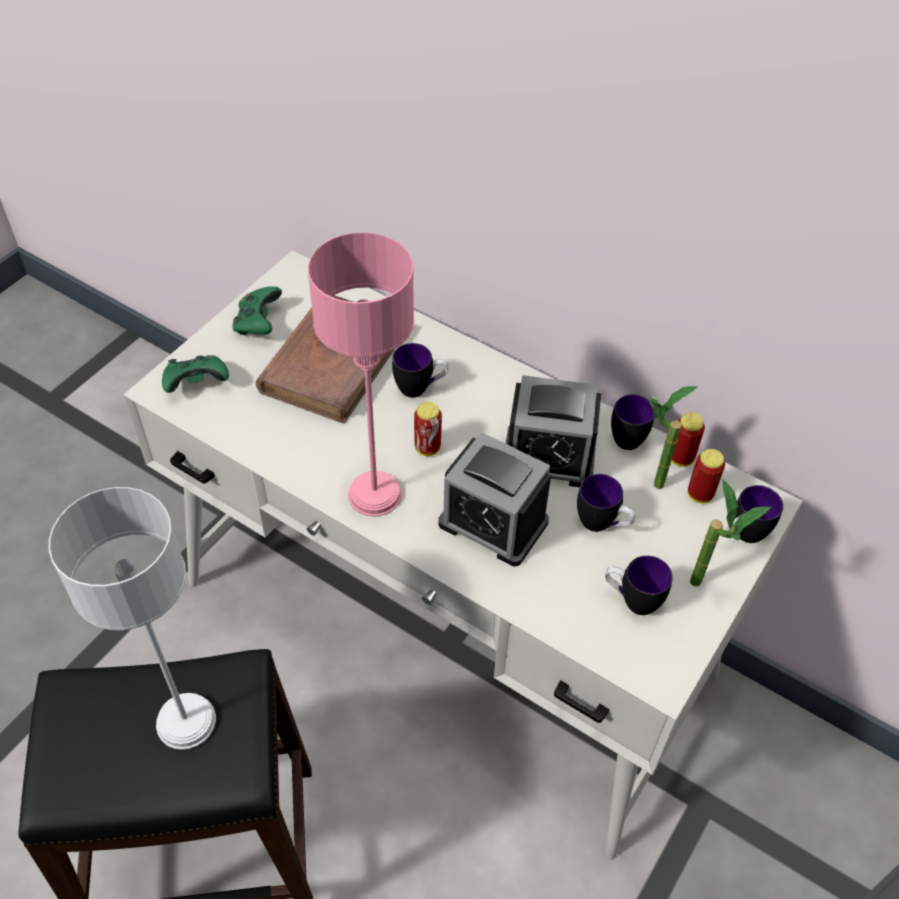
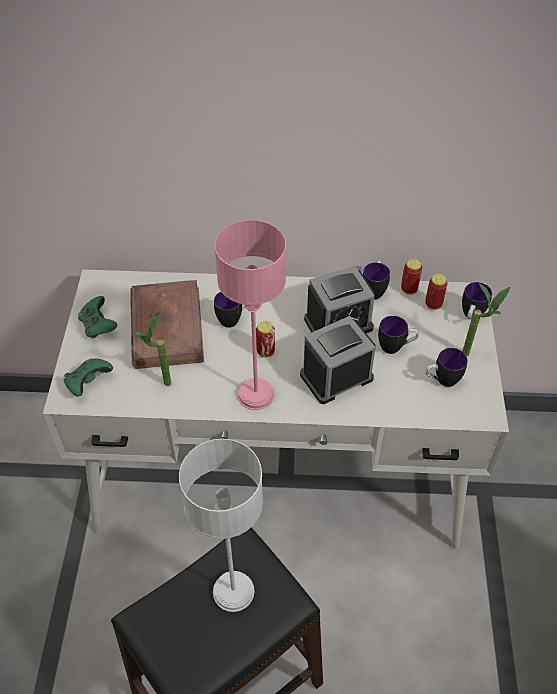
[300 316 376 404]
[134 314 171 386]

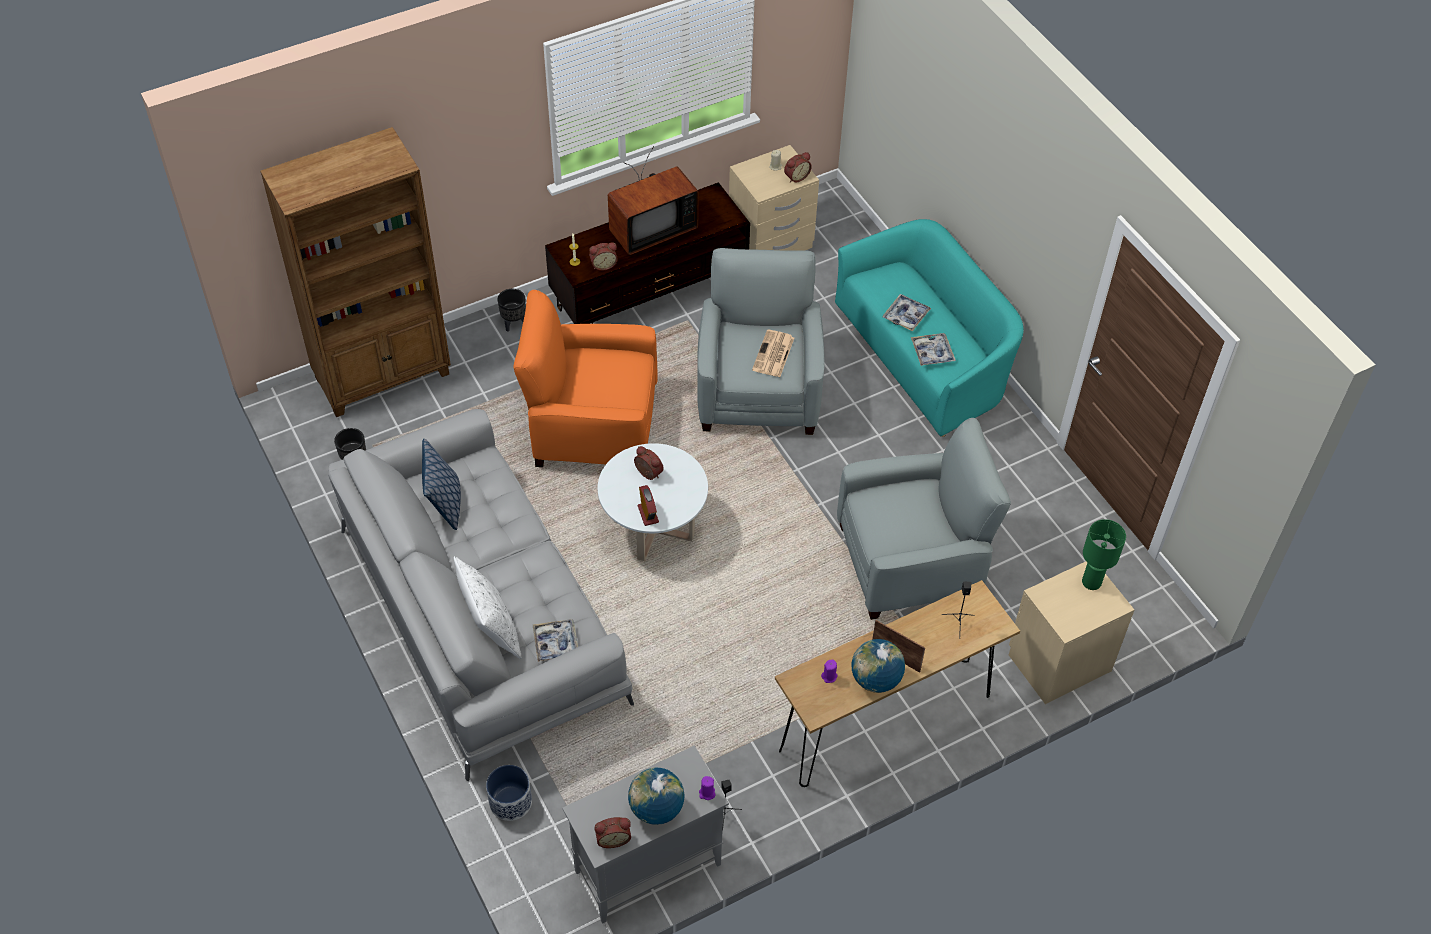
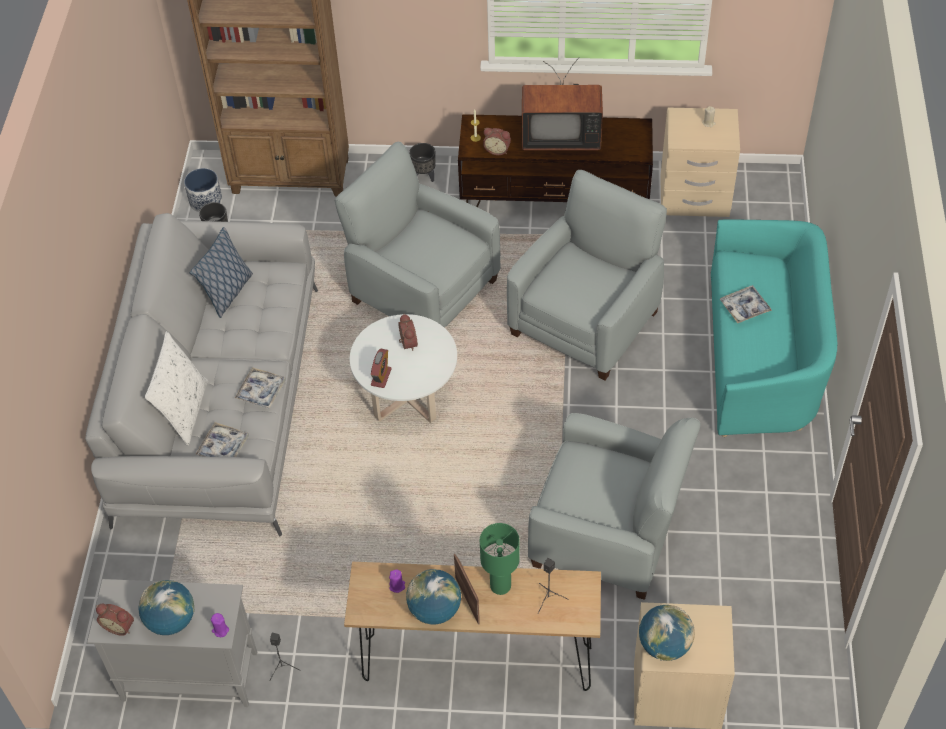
[184 168 222 212]
[335 142 501 328]
[752 330 794 377] (first image)
[784 152 812 183] (first image)
[235 367 286 409]
[480 523 520 595]
[639 605 695 661]

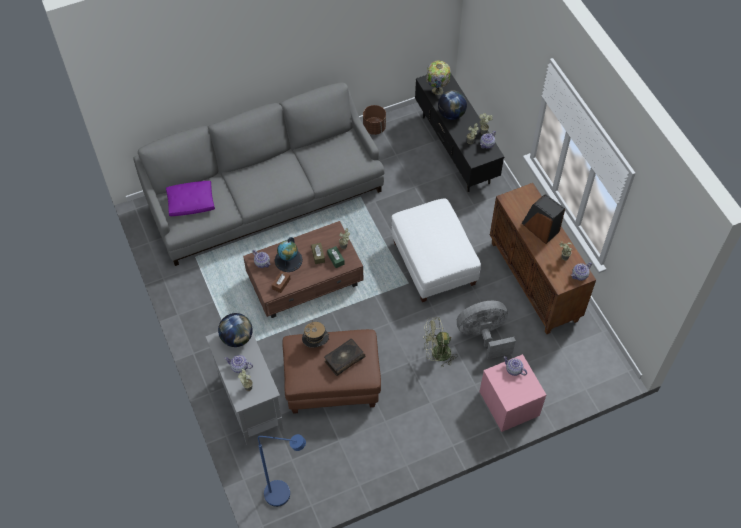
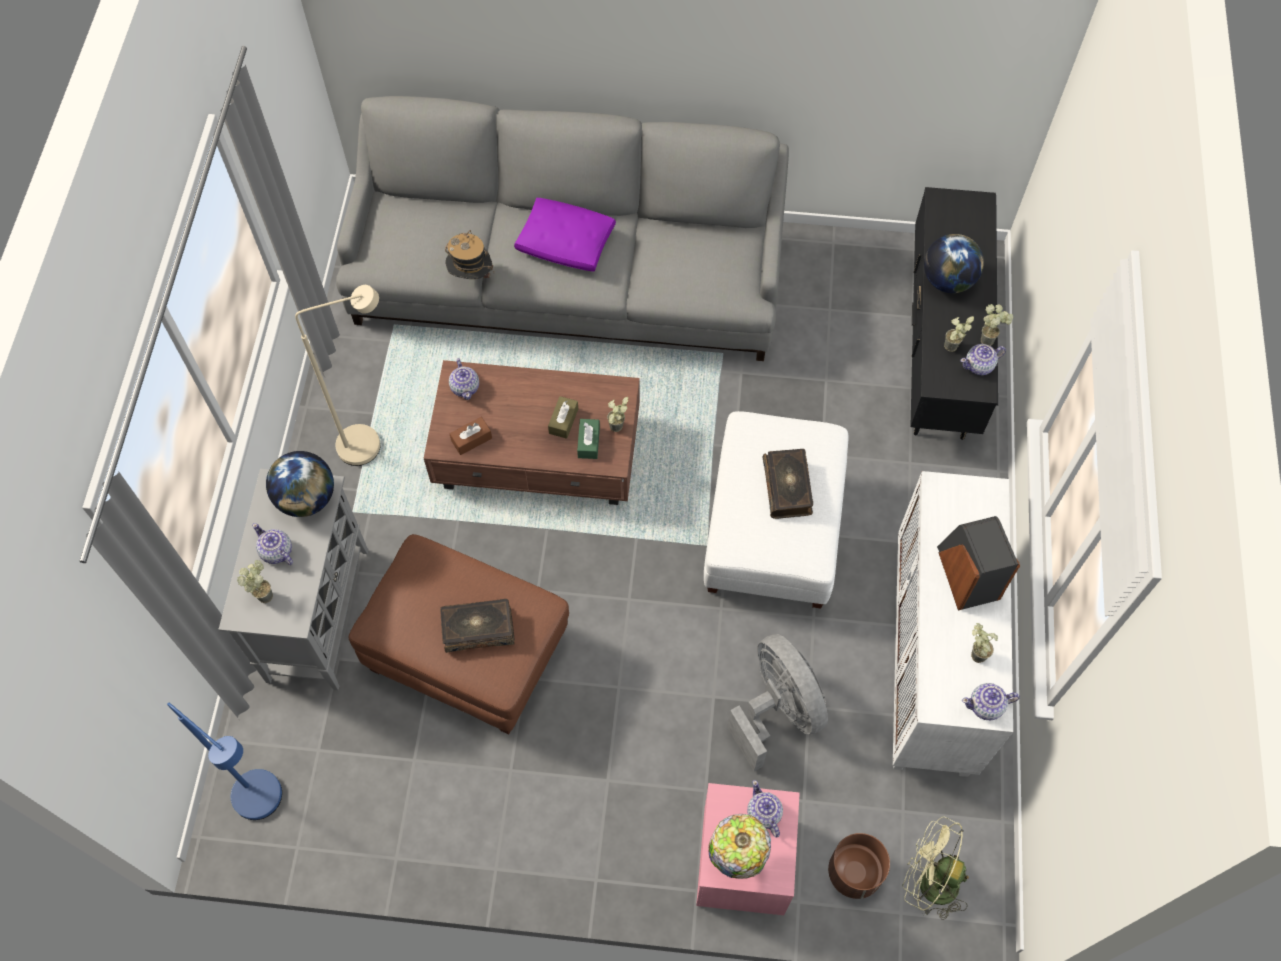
[514 198 616 271]
[275 237 303 272] (first image)
[445 230 494 279]
[828 833 890 899]
[902 817 969 920]
[708 814 771 879]
[727 634 828 771]
[893 471 1013 777]
[295 285 381 466]
[762 449 813 519]

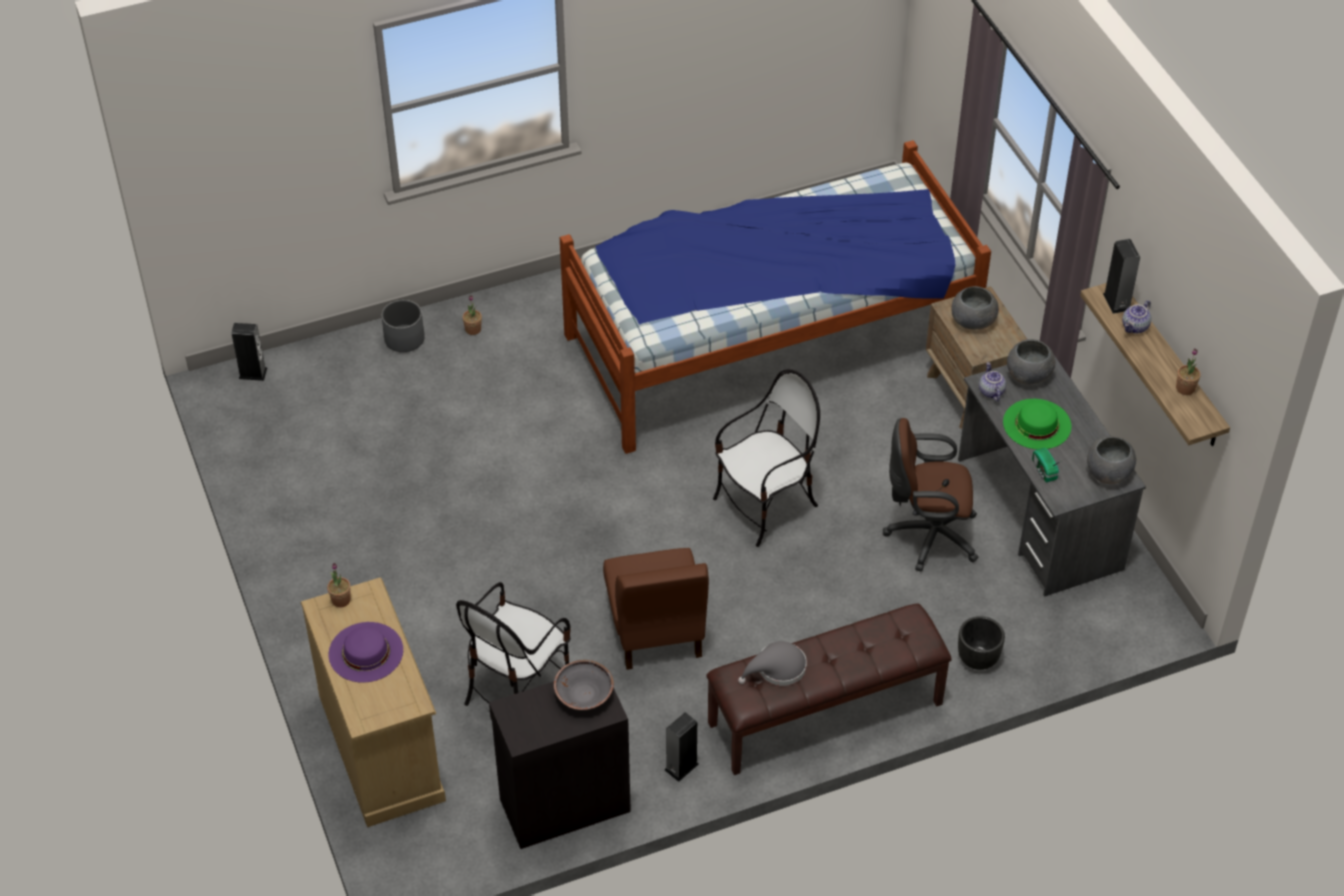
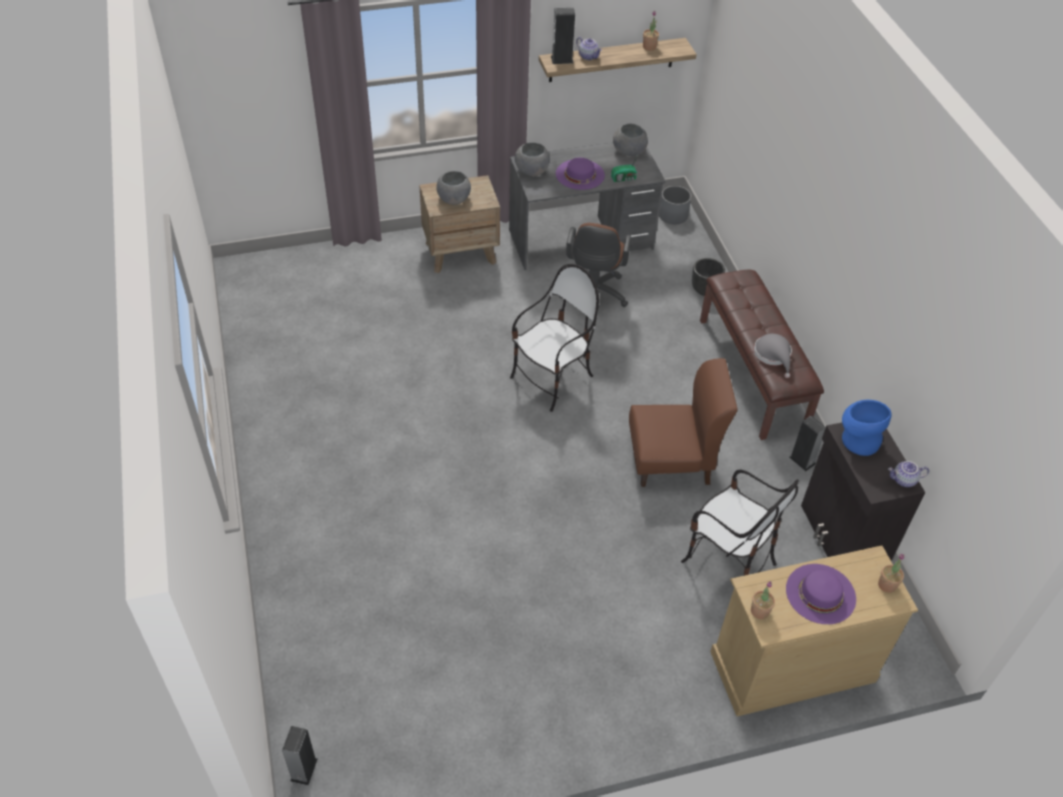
[659 186 691 224]
[878 554 904 593]
[842 400 891 456]
[560 140 991 454] (first image)
[510 264 599 412]
[888 461 929 487]
[556 158 605 190]

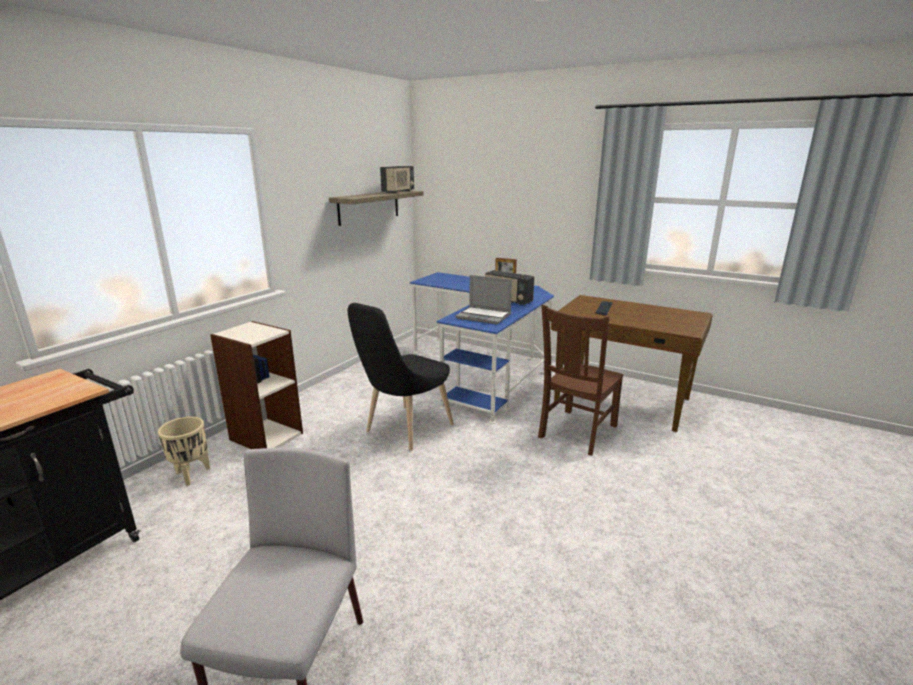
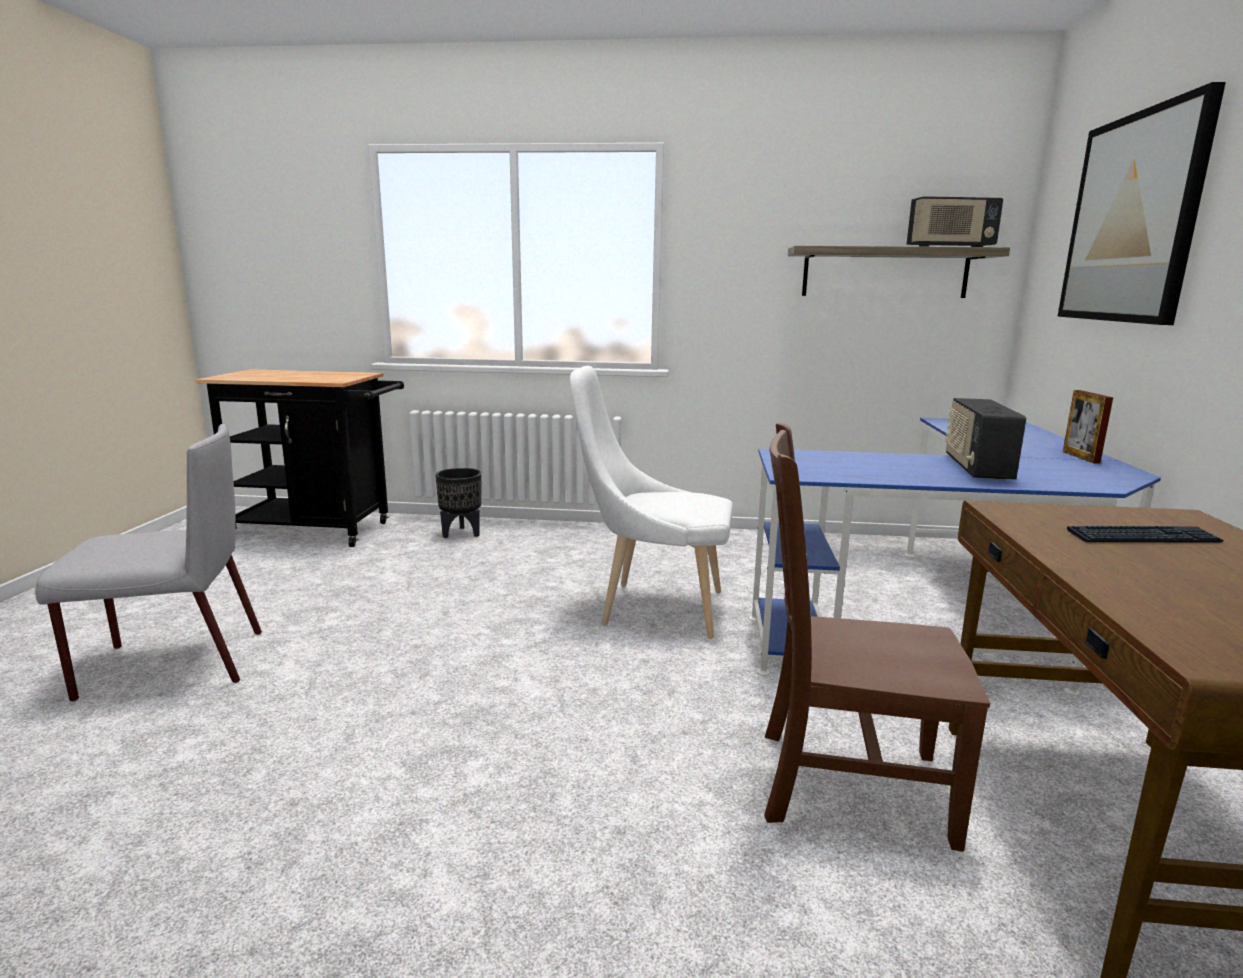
[435 468 482 538]
[210 321 303 449] (first image)
[570 366 733 639]
[456 275 512 324] (first image)
[1058 82 1226 325]

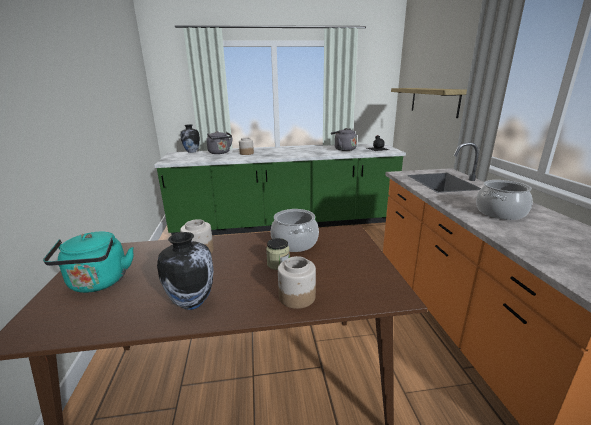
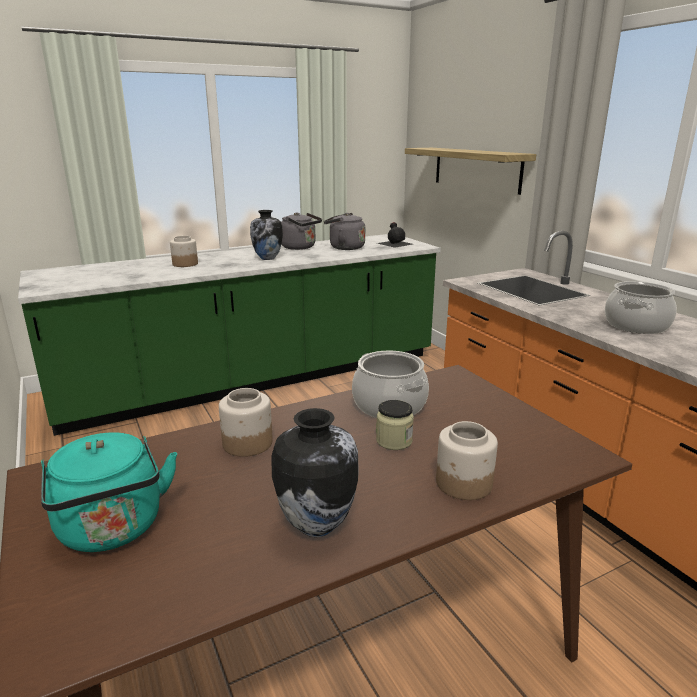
[250 210 283 260]
[281 212 322 250]

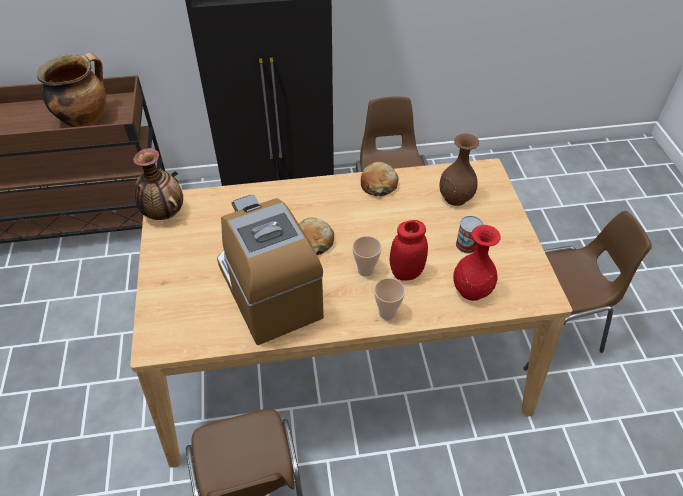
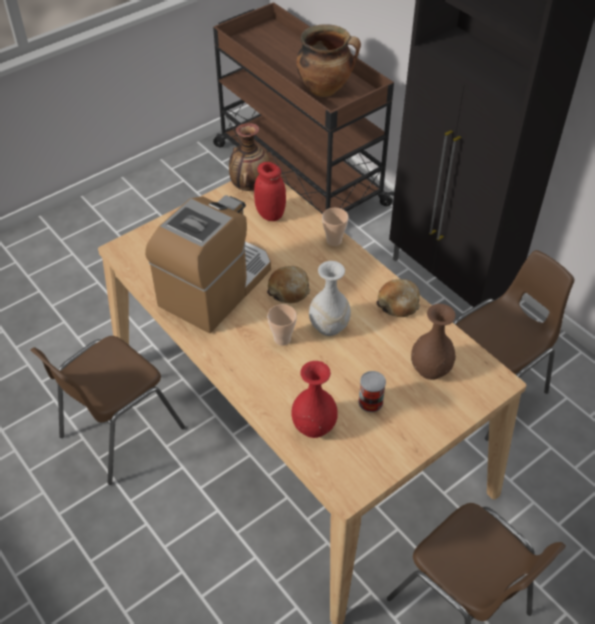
[322 208 349 246]
[254 162 286 221]
[309 261 351 336]

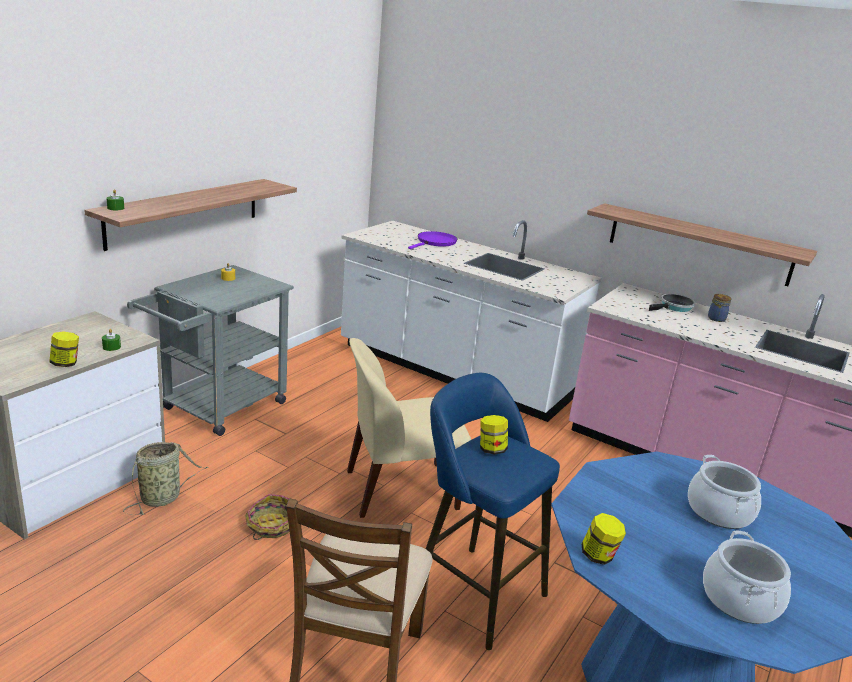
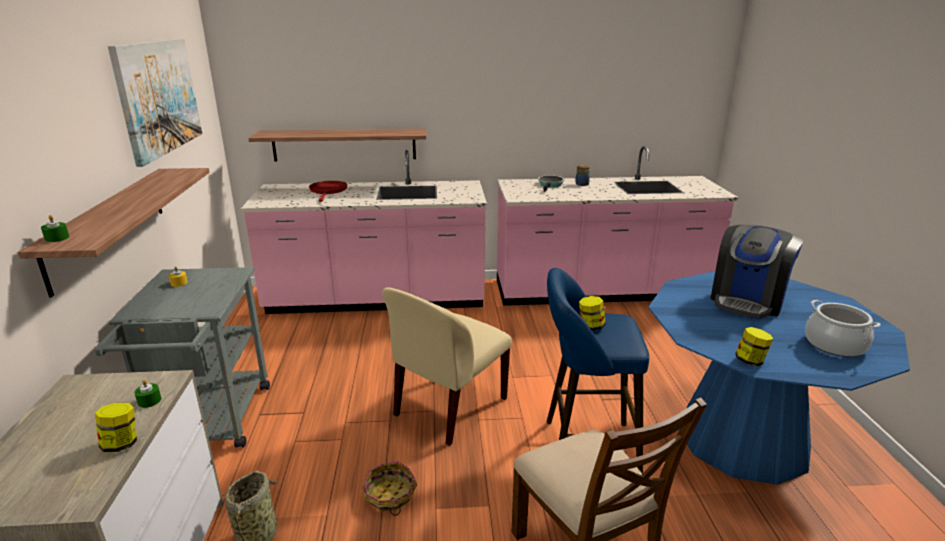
[240 150 487 314]
[309 181 347 202]
[248 129 426 161]
[710 225 803 319]
[108 38 202 167]

